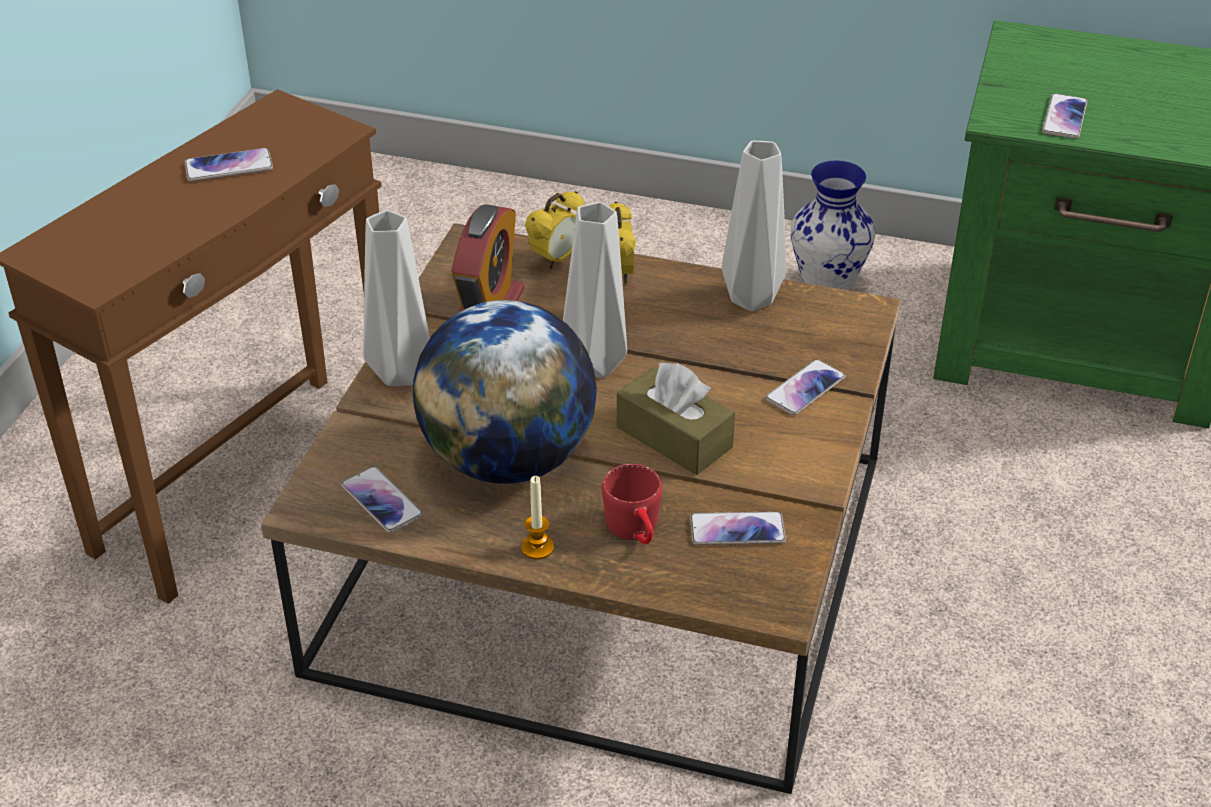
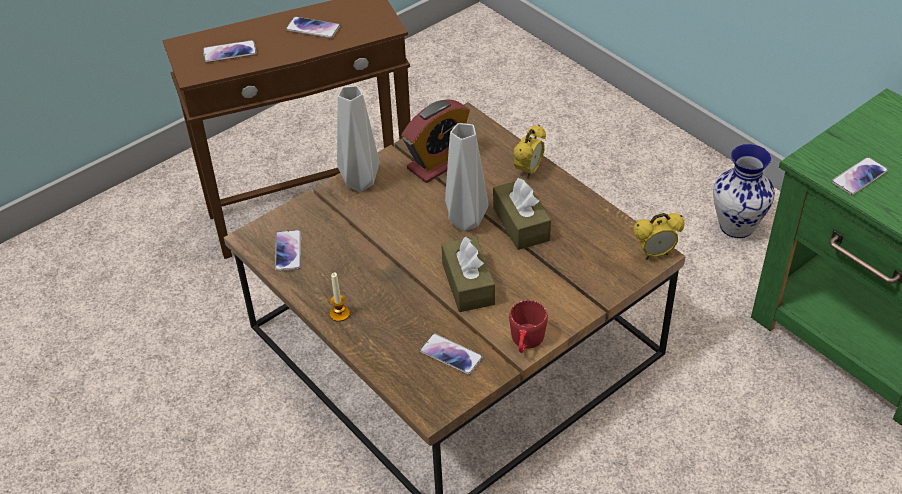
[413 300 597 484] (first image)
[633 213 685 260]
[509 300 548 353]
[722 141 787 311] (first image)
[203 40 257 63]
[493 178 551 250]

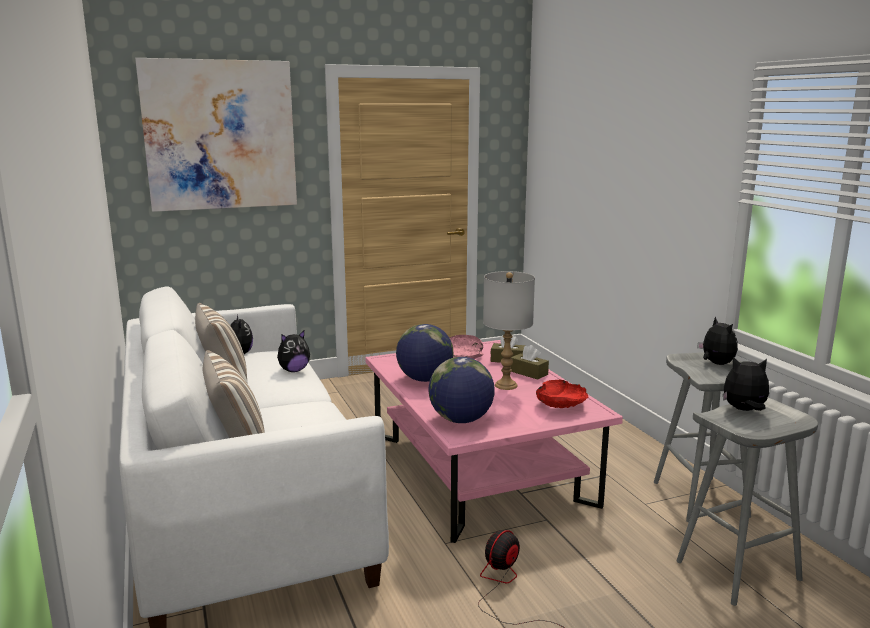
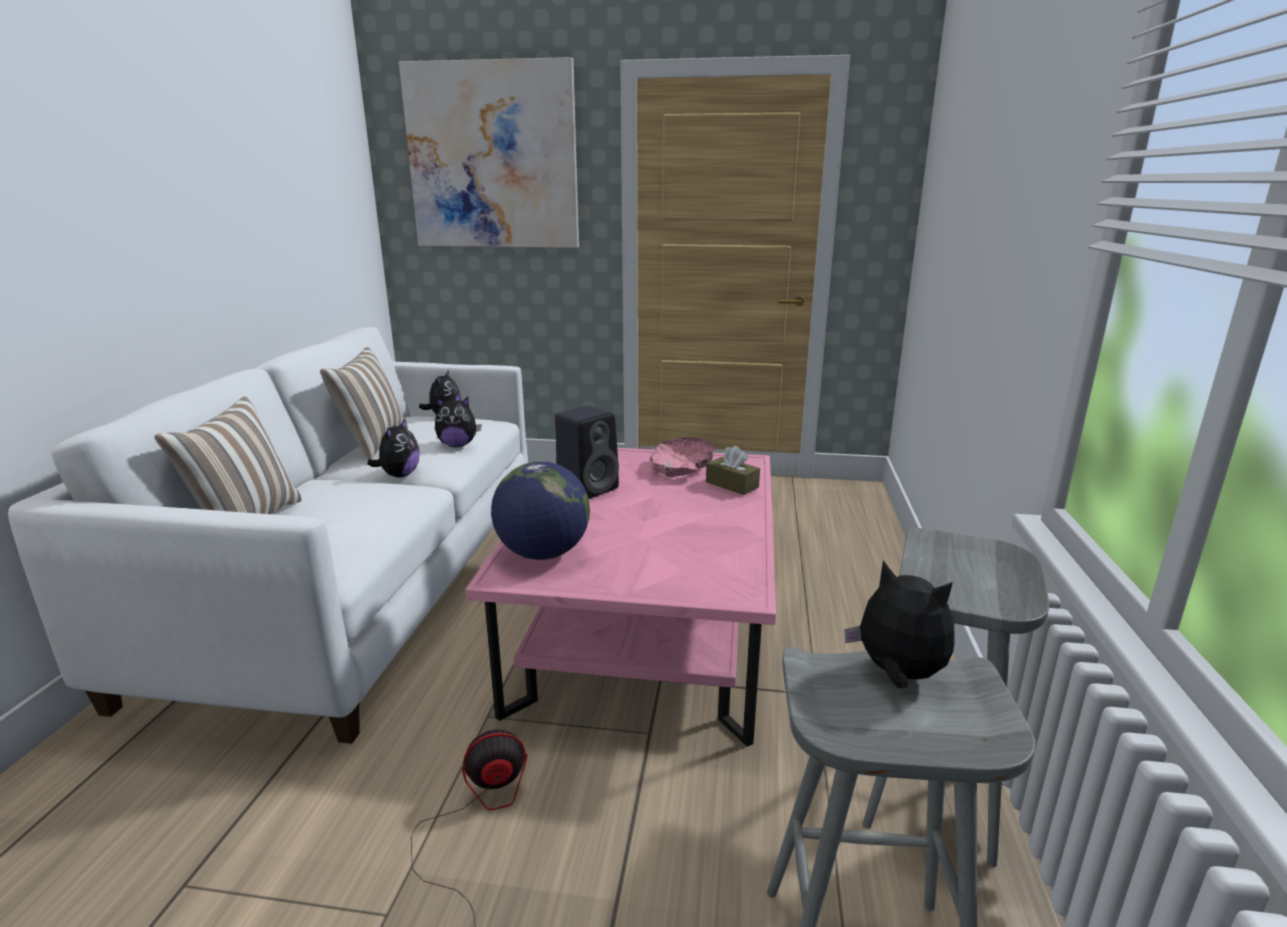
[555 406 619 499]
[483 271 535 390] (first image)
[510 345 549 380] (first image)
[536 379 589 408] (first image)
[367 418 420 478]

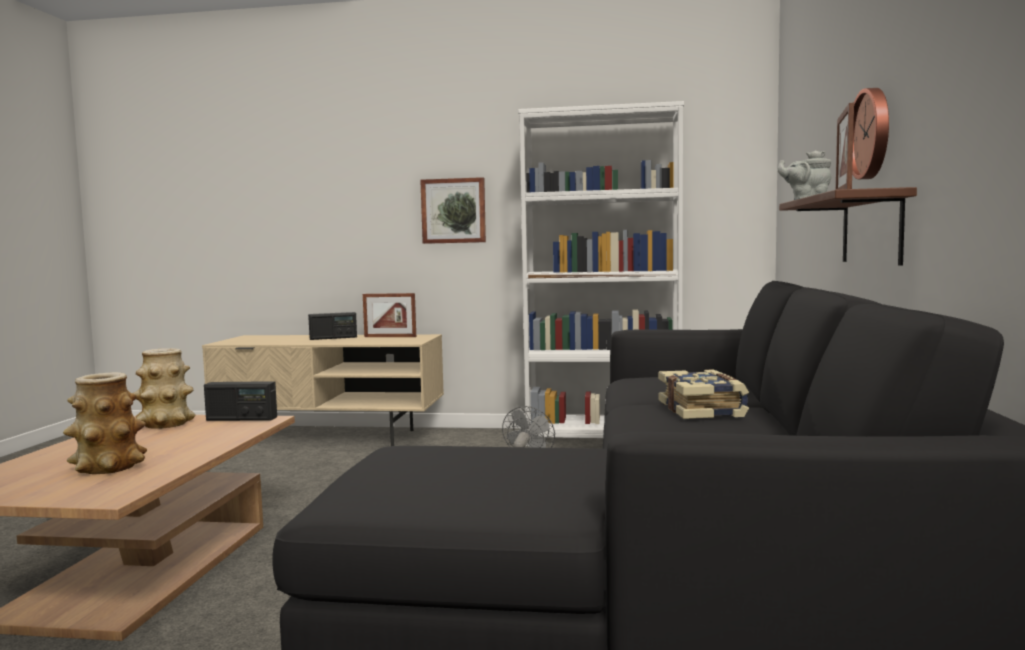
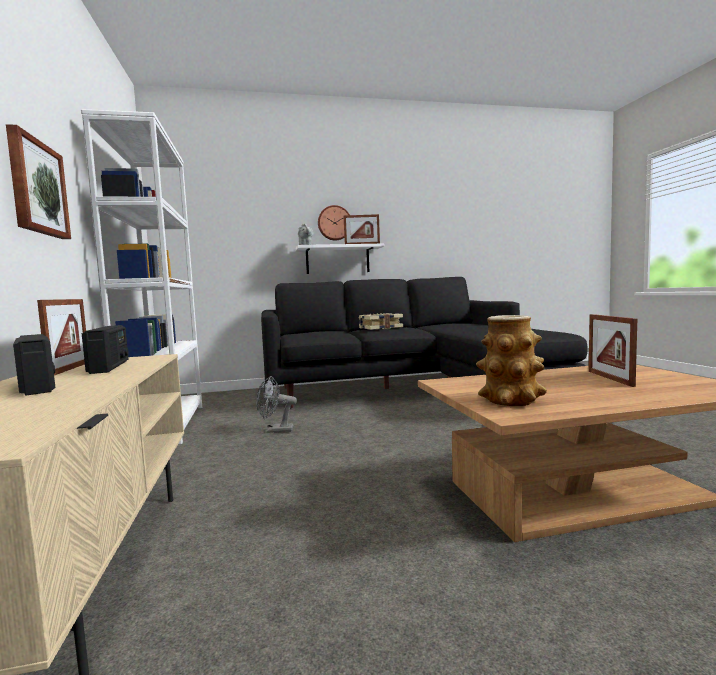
[589 314 637 387]
[82 325 129 374]
[296 244 384 274]

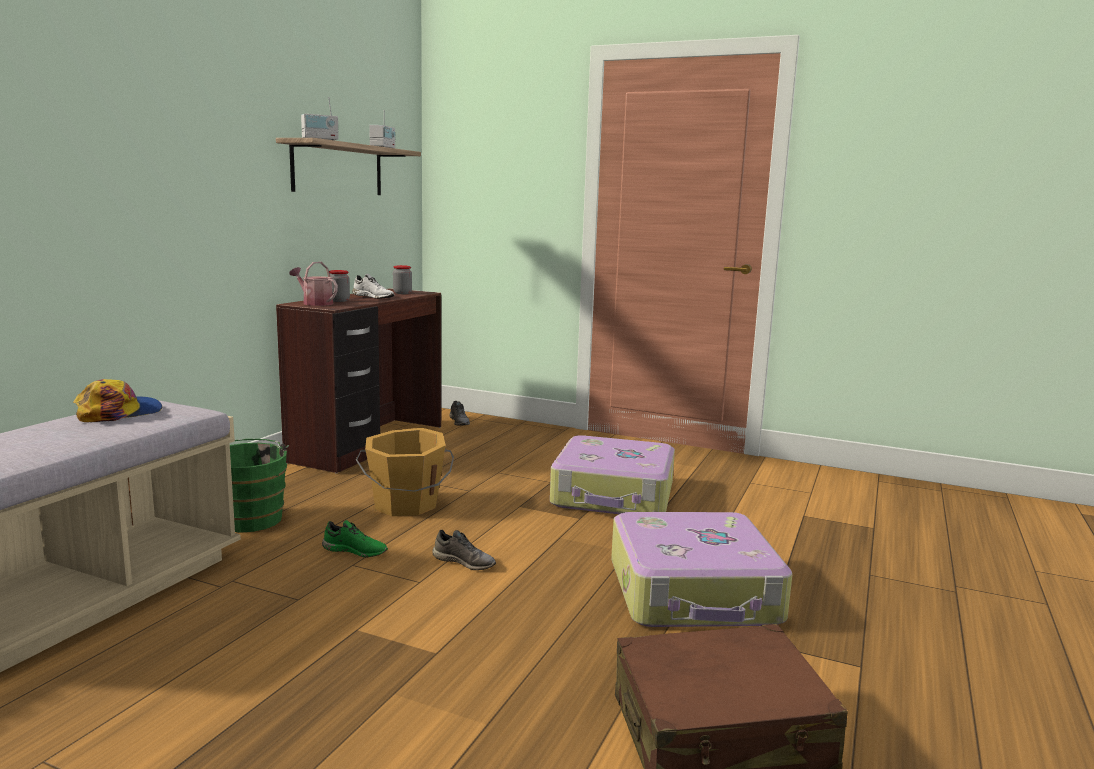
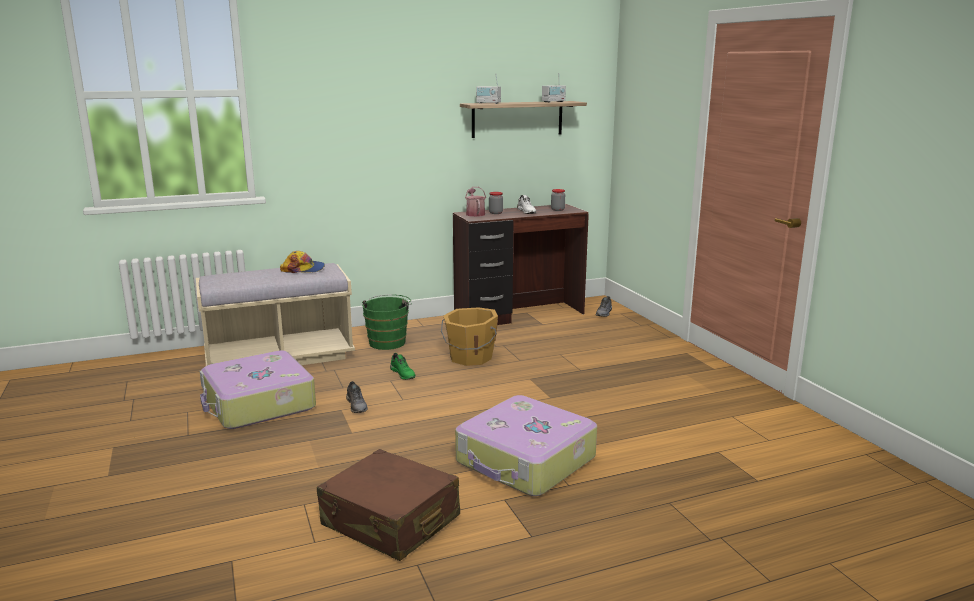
[346 381 368 413]
[199 350 316 429]

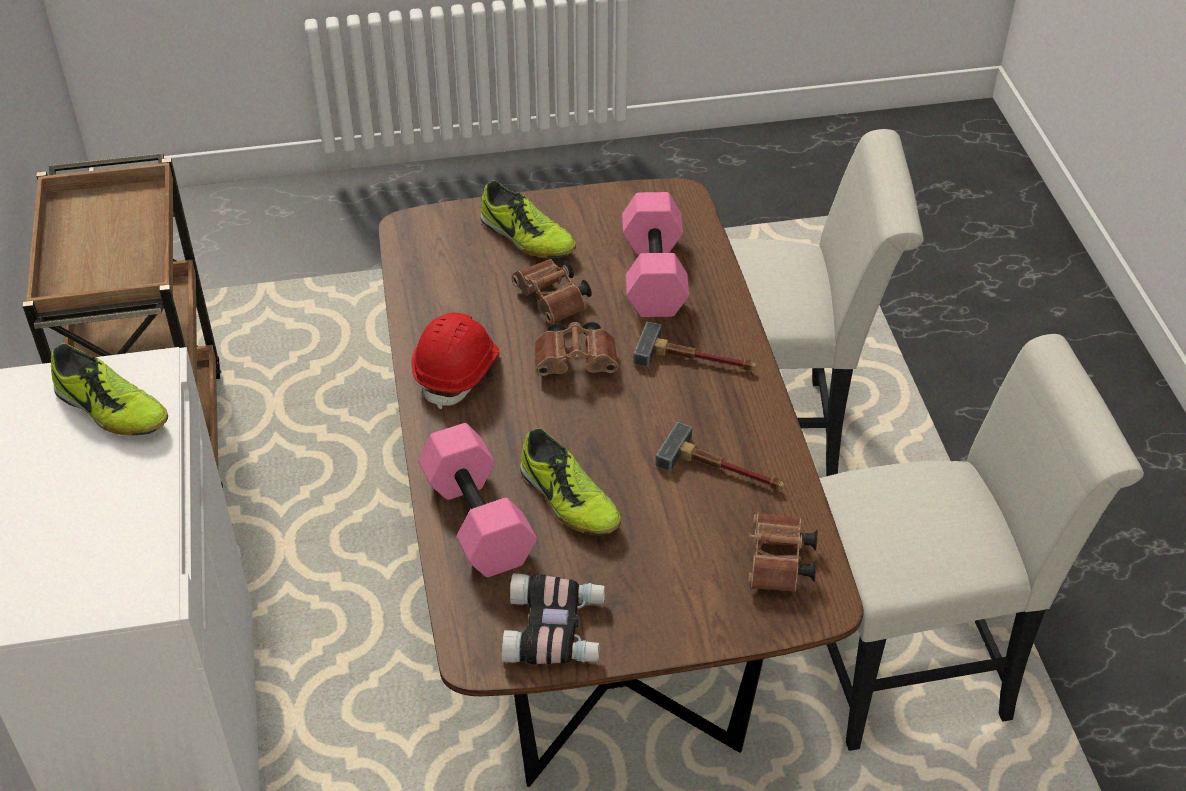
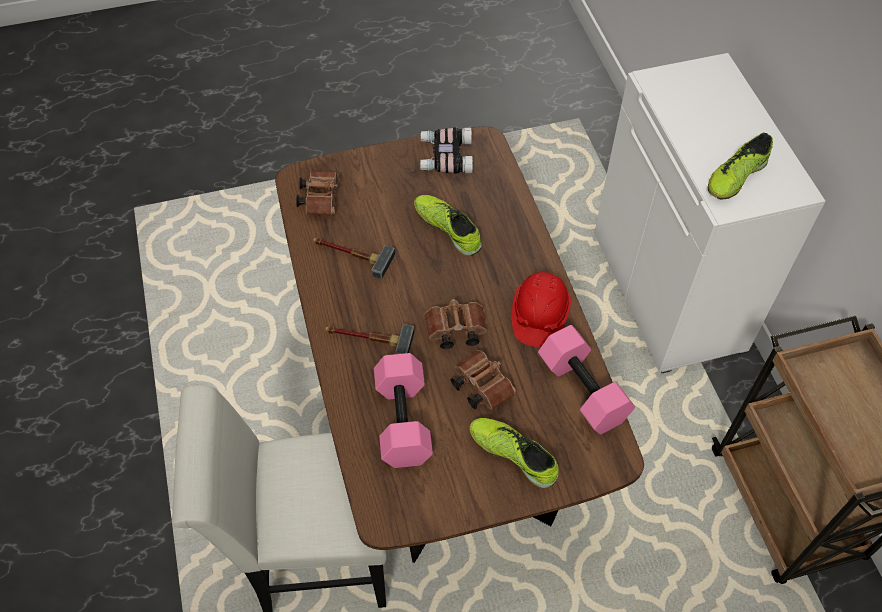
[708 132 773 199]
[538 325 635 434]
[819 334 1144 751] (first image)

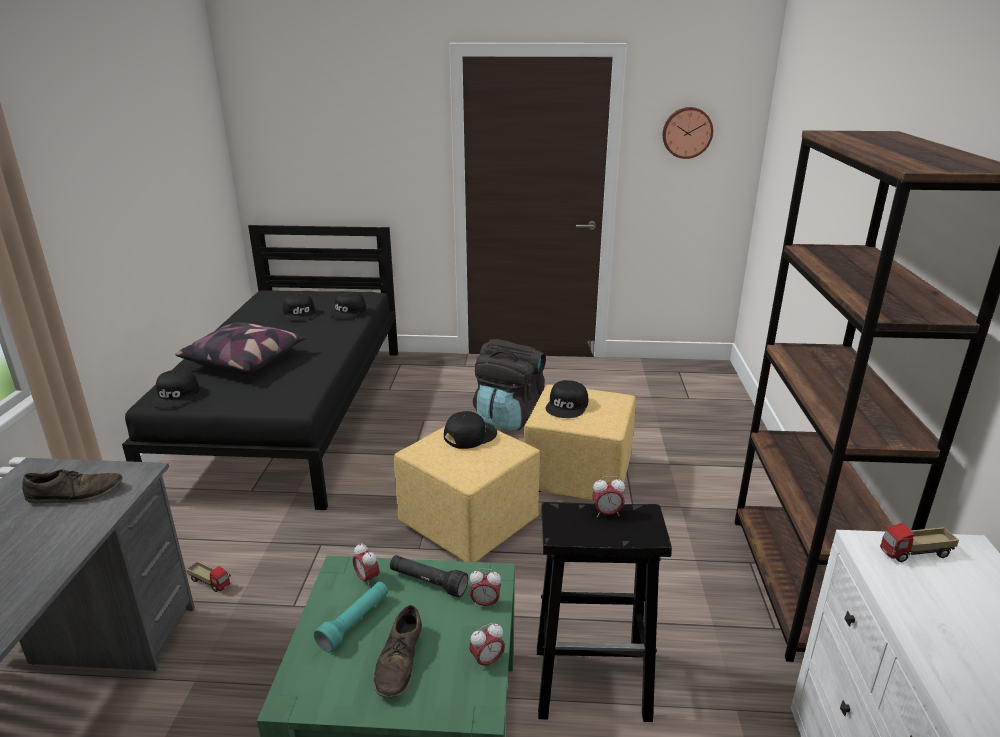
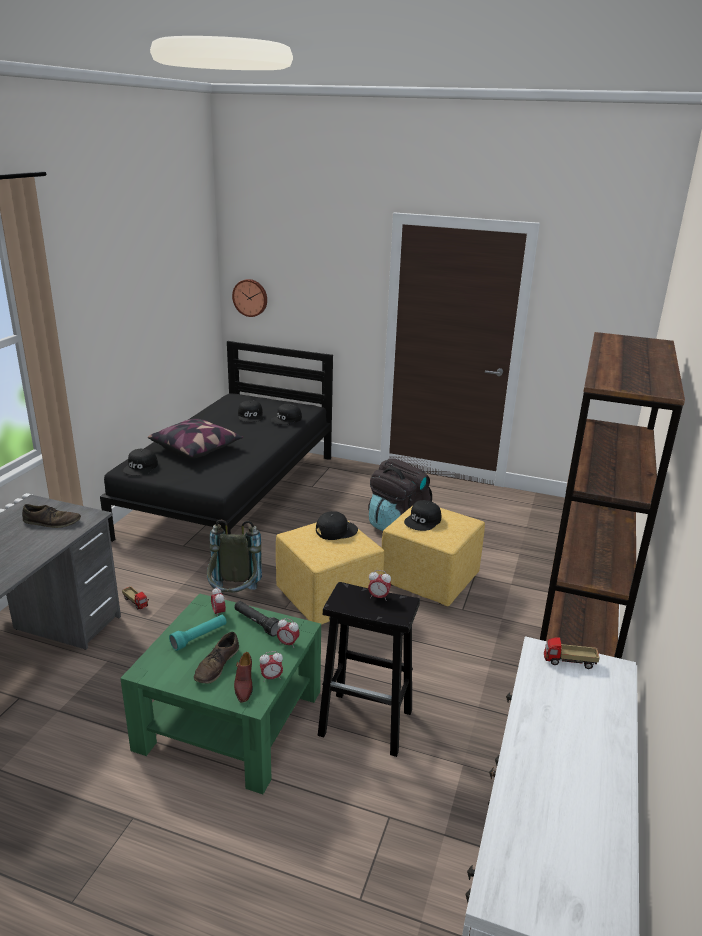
[232 279 267 317]
[207 520 262 593]
[234 652 253 702]

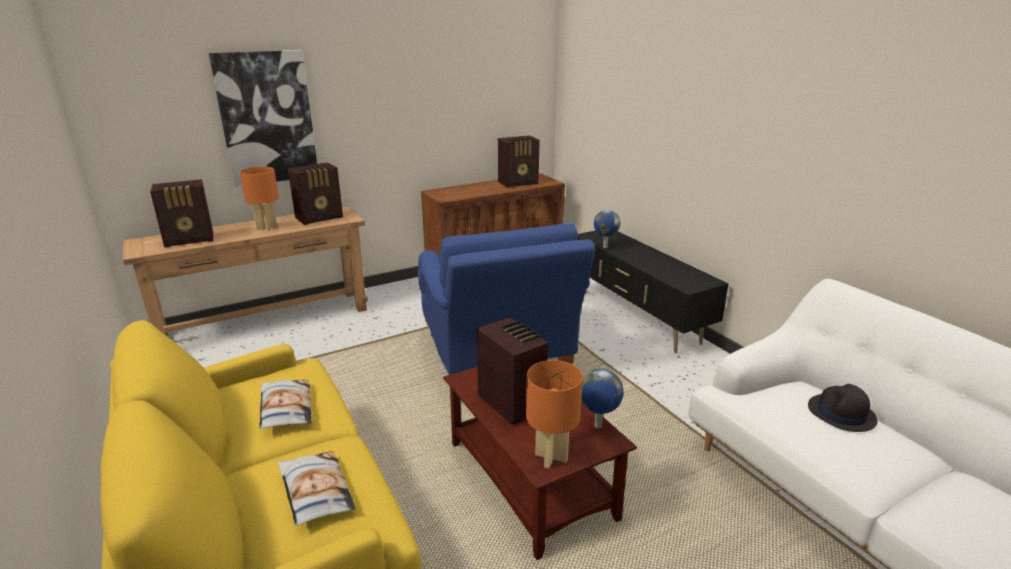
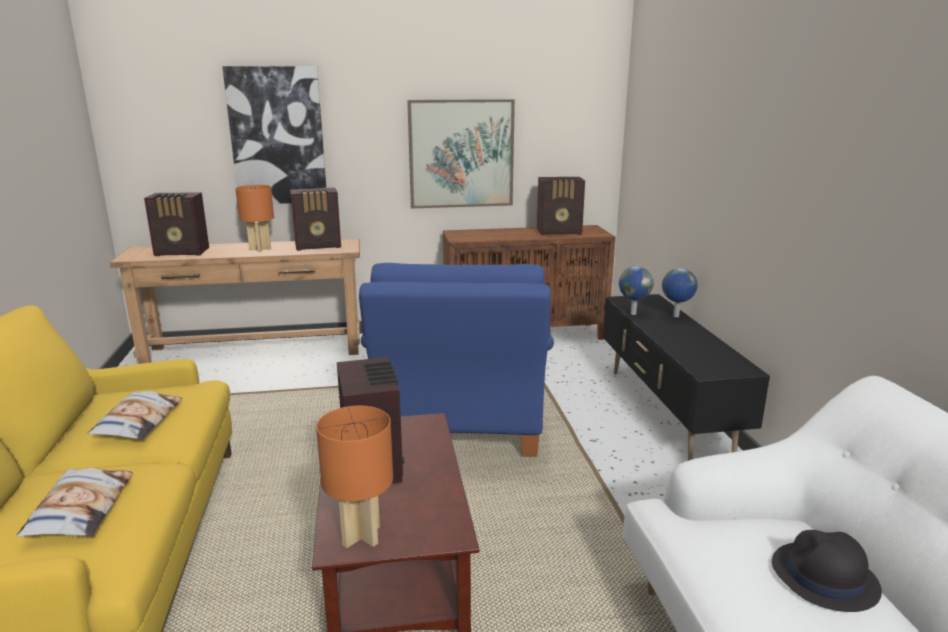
[662 268 698 317]
[407 99 515 208]

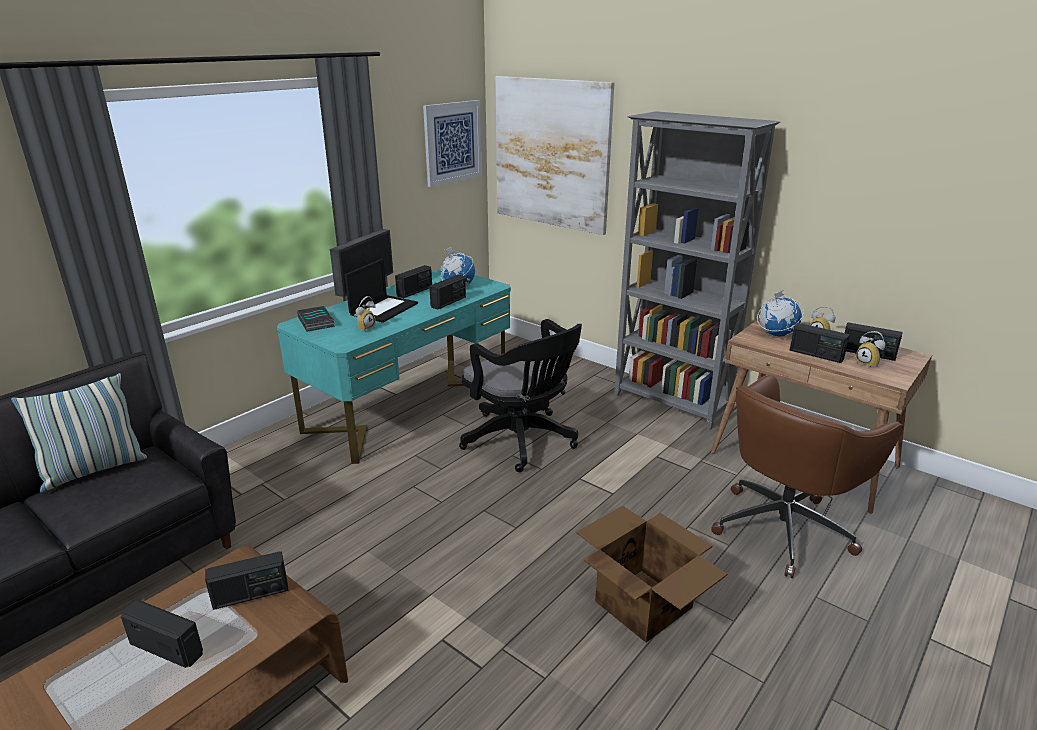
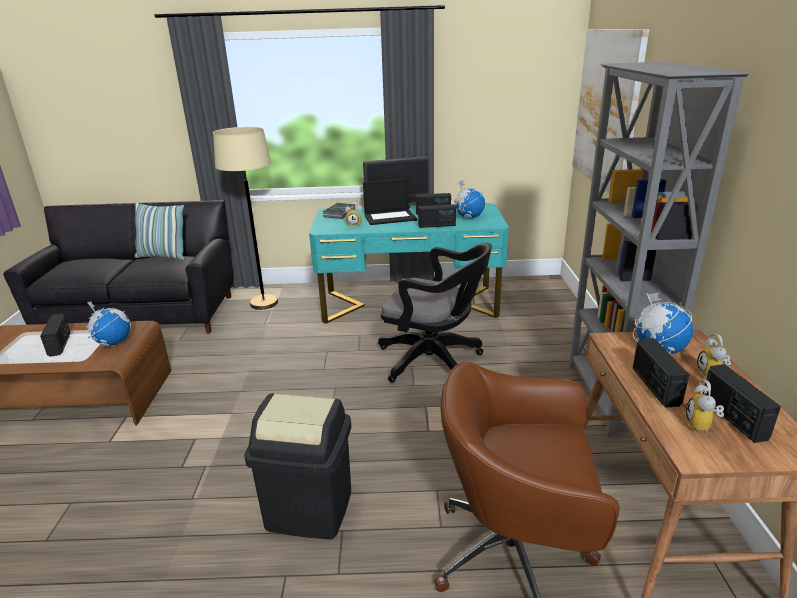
[86 301 131 346]
[423 100 482 187] (first image)
[378 243 492 383]
[244 393 351 539]
[213 127 278 310]

